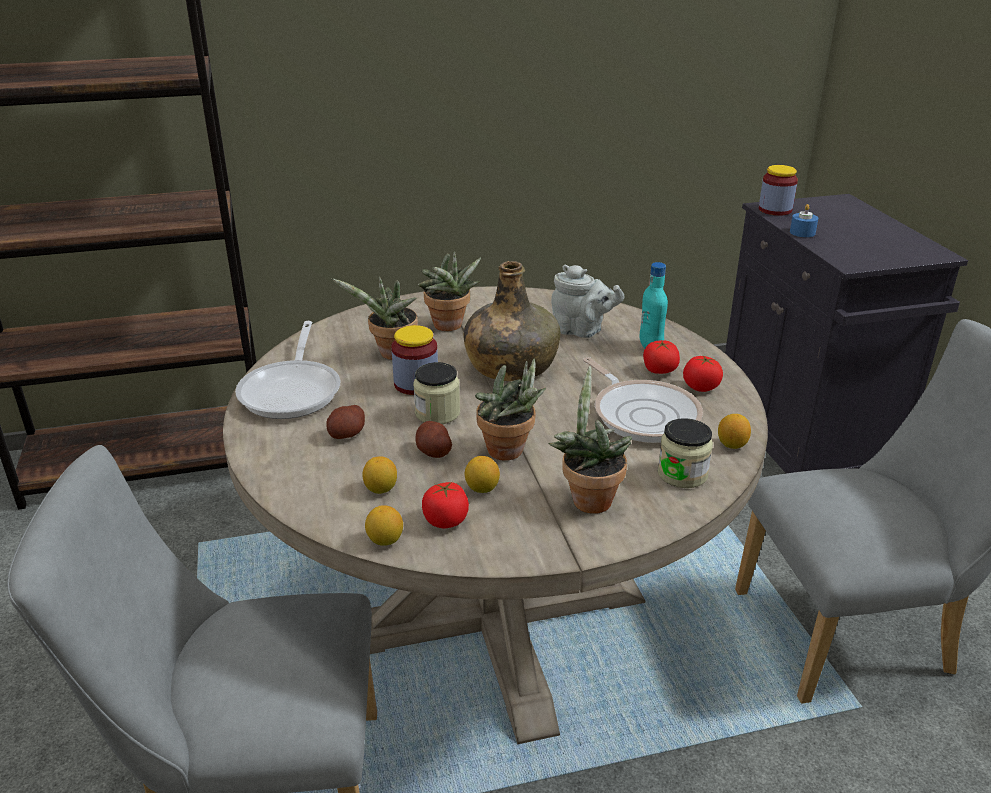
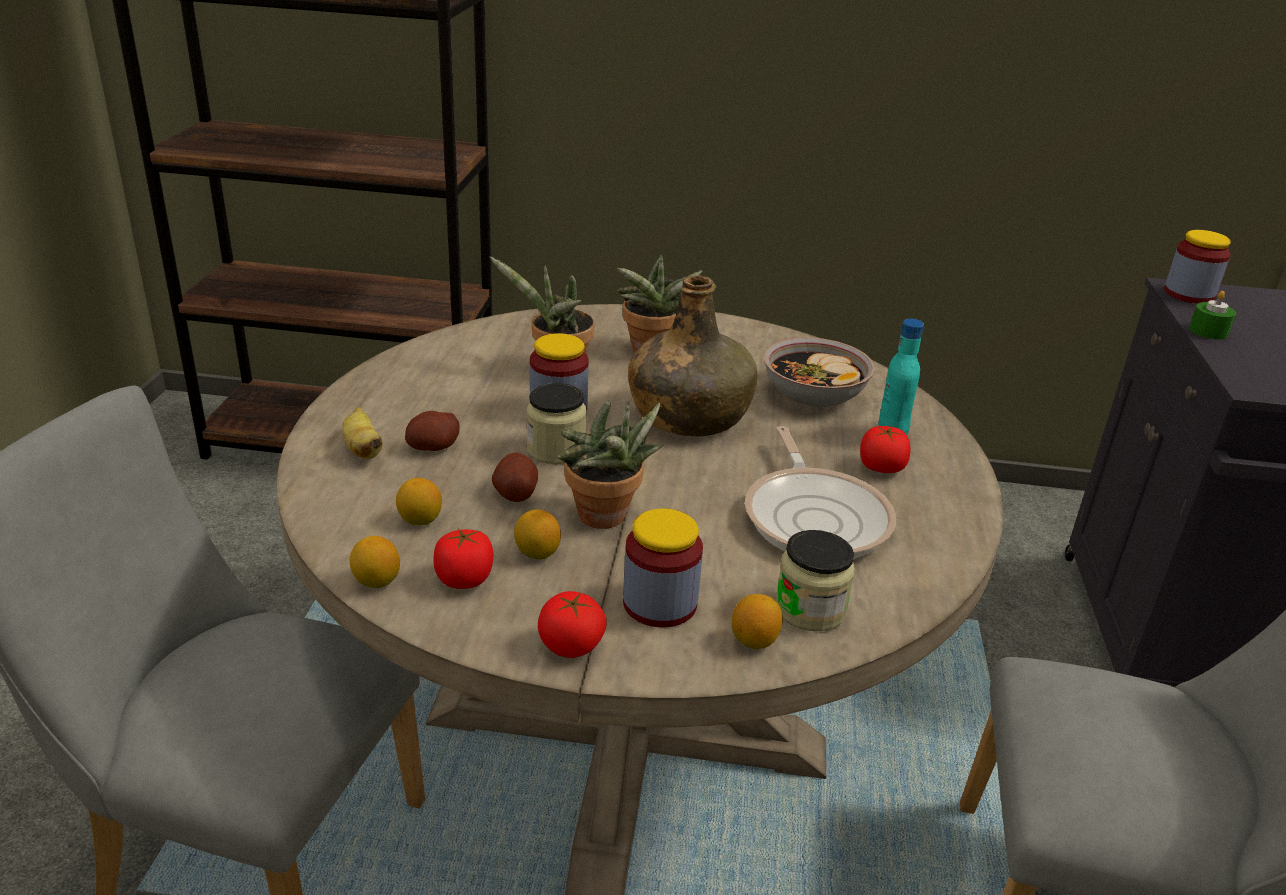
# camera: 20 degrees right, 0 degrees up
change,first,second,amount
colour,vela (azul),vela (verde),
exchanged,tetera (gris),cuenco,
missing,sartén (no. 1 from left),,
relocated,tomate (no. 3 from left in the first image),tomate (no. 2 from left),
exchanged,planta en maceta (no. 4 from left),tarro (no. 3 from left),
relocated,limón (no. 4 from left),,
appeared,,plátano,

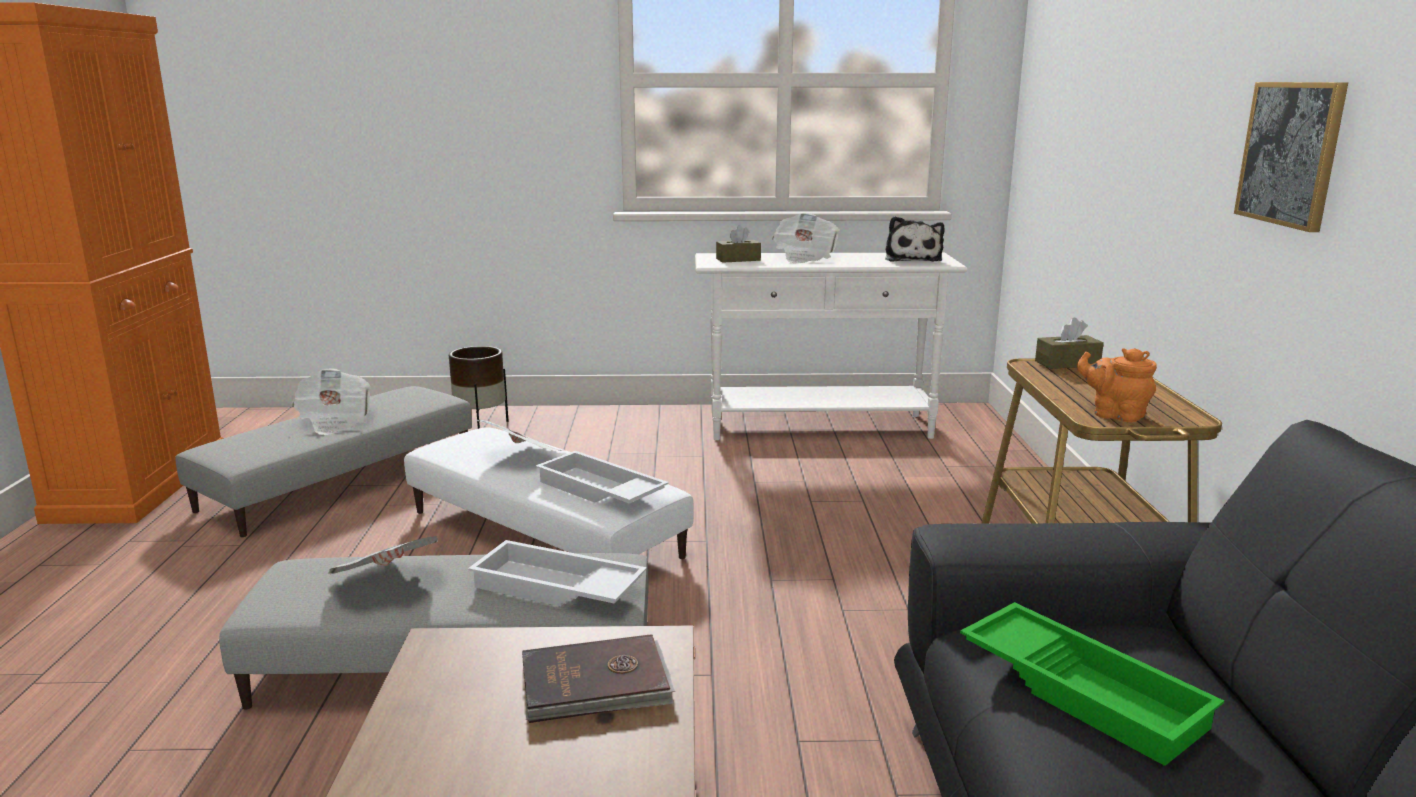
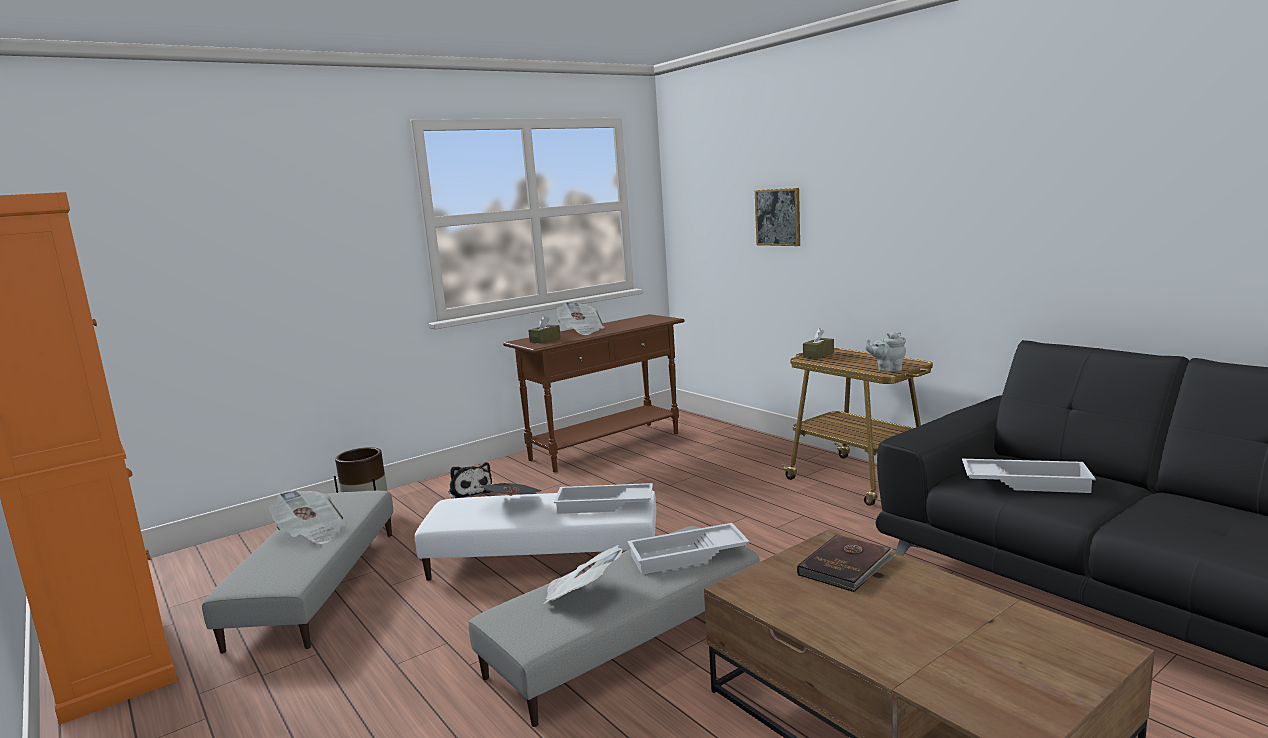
# camera: 35 degrees left, 5 degrees down
change,first,second,amount
relocated,cuadro,,
relocated,peluche,,
colour,mesa consola (blanco),mesa consola (marrón),
colour,tetera (naranja),tetera (gris),
colour,bandeja (verde),bandeja (blanco) (no. 3 from left),

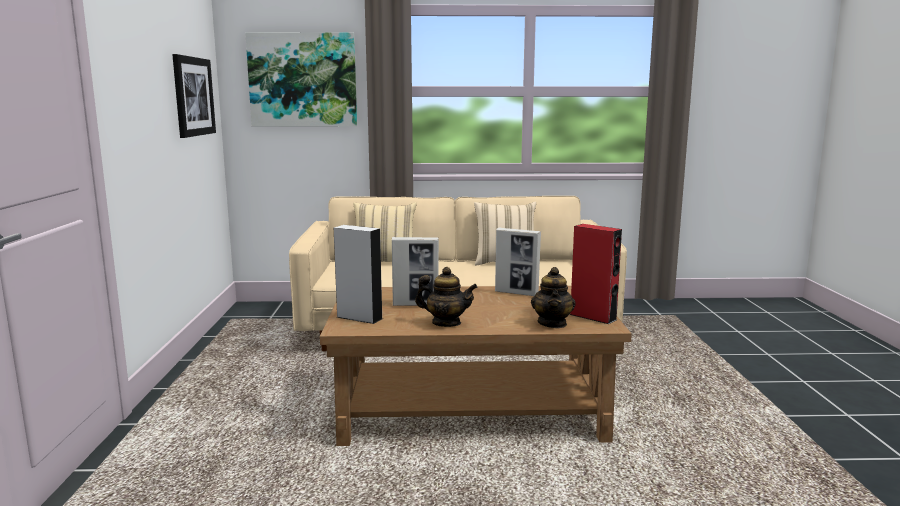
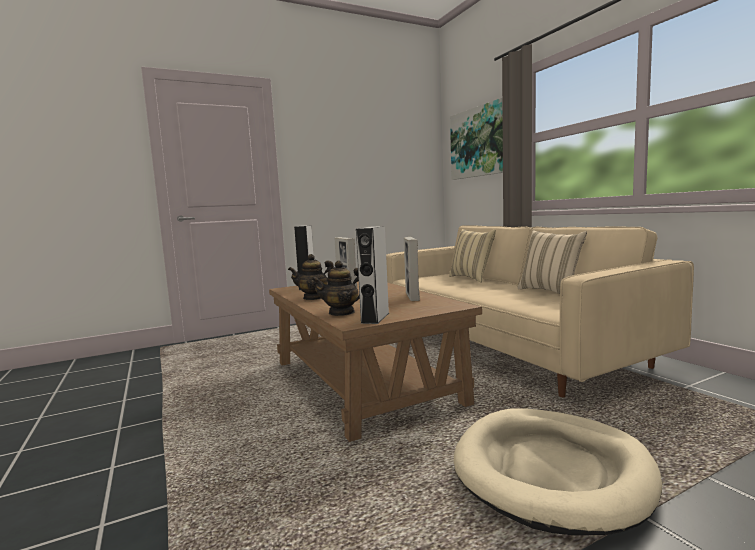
# camera: 65 degrees right, 5 degrees down
change,first,second,amount
missing,cuadro (no. 1 from left),,
colour,altavoz (rojo),altavoz (gris) (no. 2 from left),
spun,tetera (no. 1 from left),,90 degrees clockwise
appeared,,cama para perro (beis),

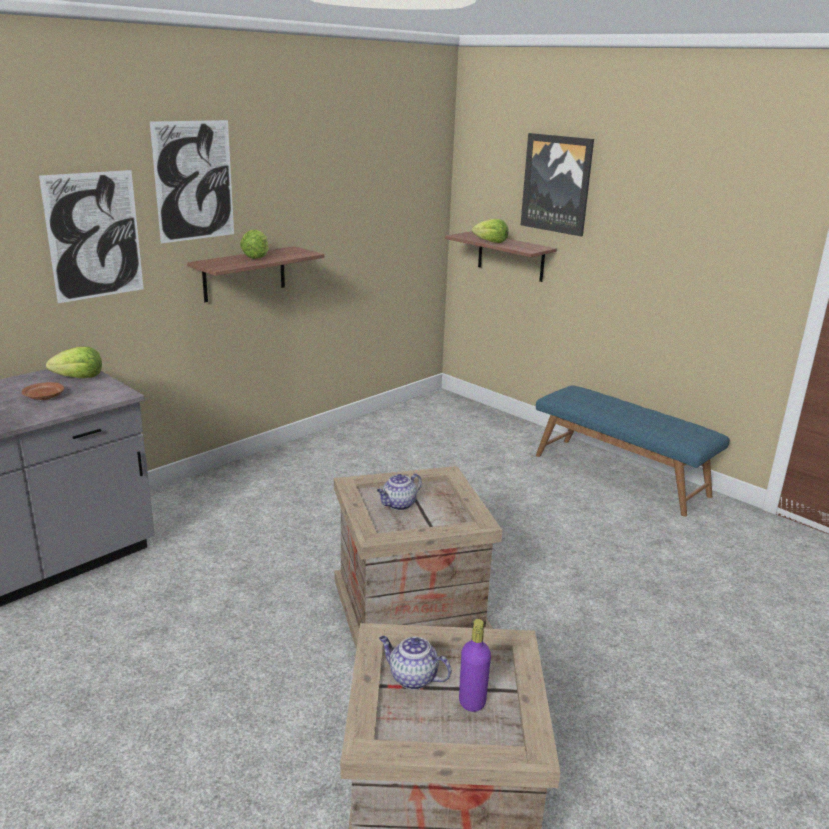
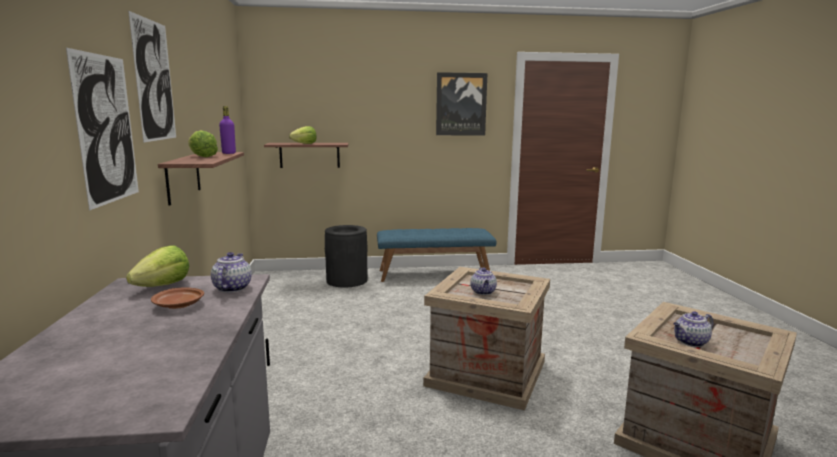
# camera: 50 degrees left, 10 degrees down
change,first,second,amount
relocated,cuadro (no. 3 from left),,
relocated,botella (morado),,
appeared,,papelera (negro),
appeared,,tetera (no. 1 from left),

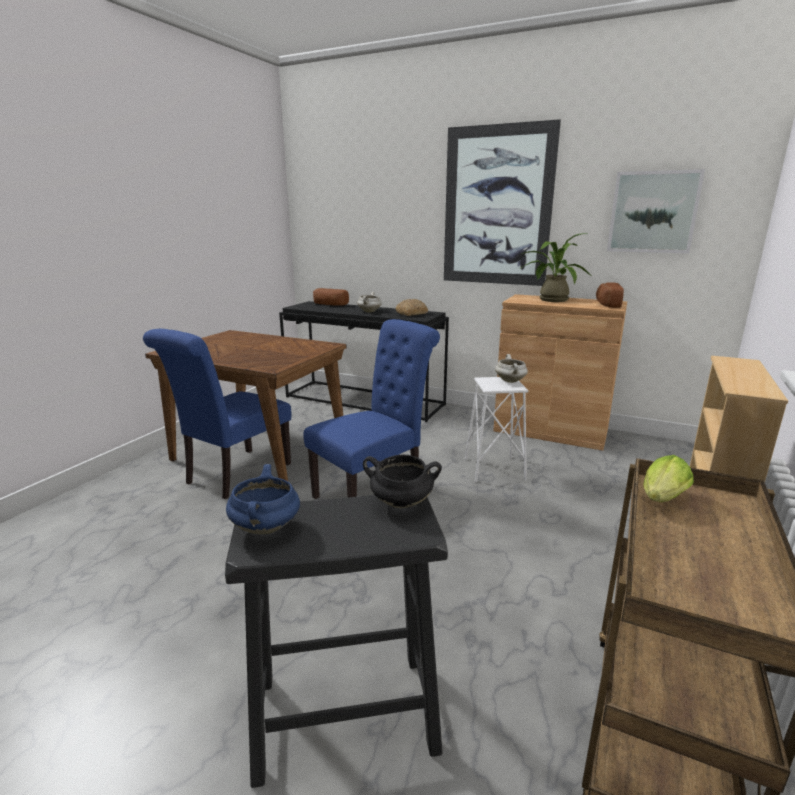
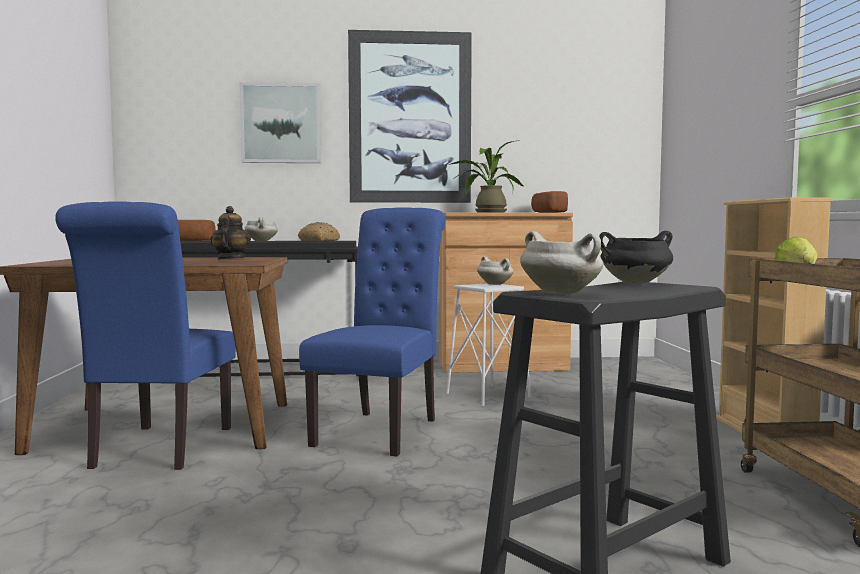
# camera: 30 degrees left, 15 degrees down
change,first,second,amount
relocated,cuadro (no. 2 from left in the first image),cuadro (no. 1 from left),
colour,olla (azul),olla (blanco) (no. 3 from left),
appeared,,tetera,

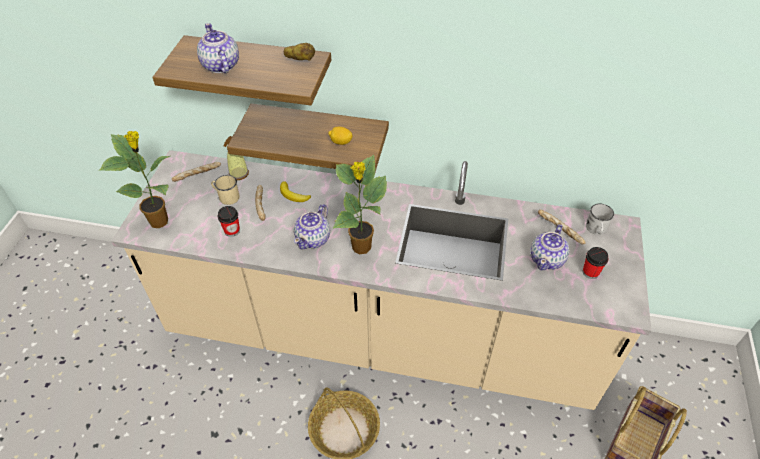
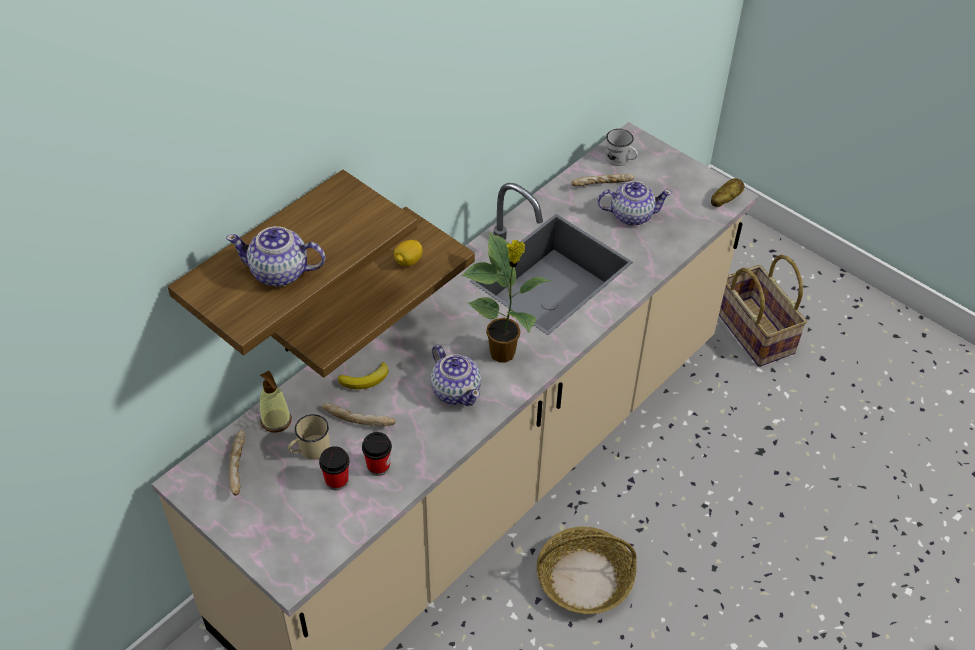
# camera: 60 degrees left, 0 degrees up
change,first,second,amount
relocated,patata,,
missing,planta en maceta (no. 1 from left),,
spun,tetera (no. 3 from left),,60 degrees counterclockwise
relocated,taza (no. 2 from left in the first image),taza (no. 1 from left),

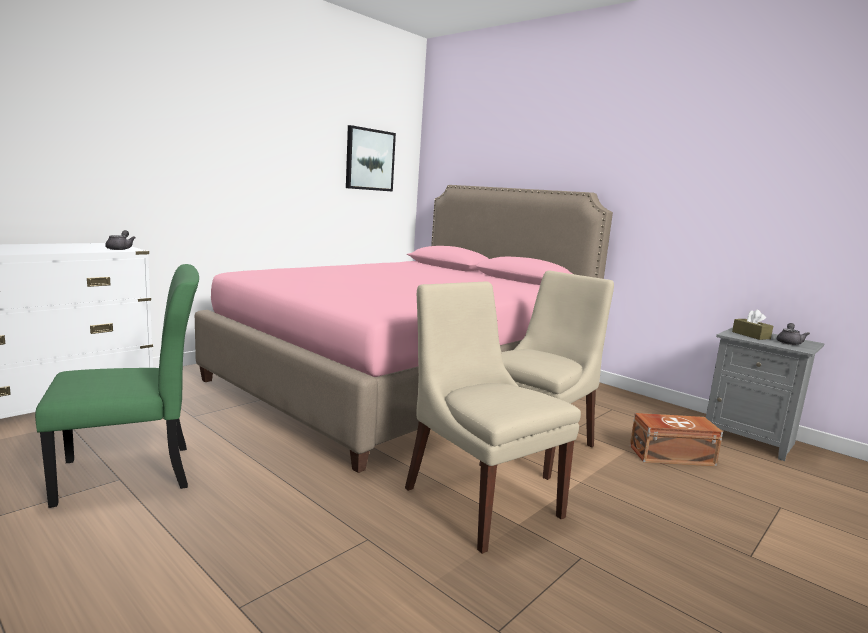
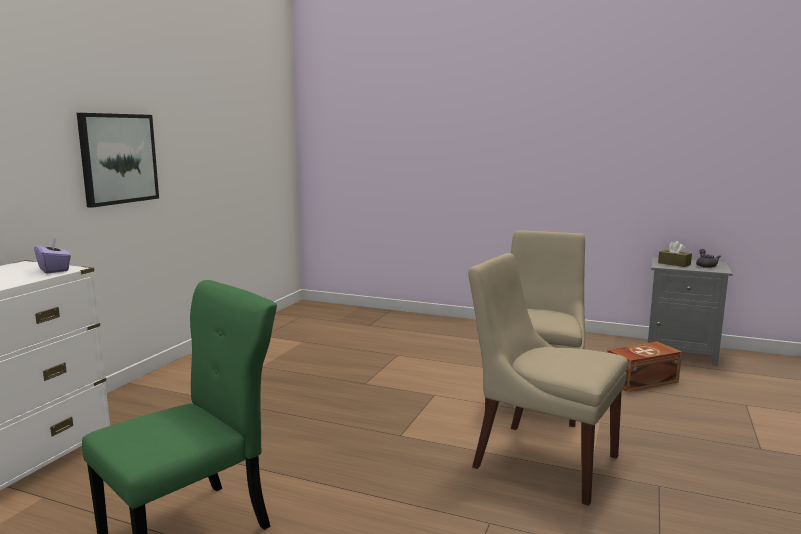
# camera: 20 degrees left, 0 degrees up
change,first,second,amount
relocated,cuadro,,
missing,cama (rosa),,
exchanged,tetera (gris) (no. 1 from left),caja de pañuelos (morado),

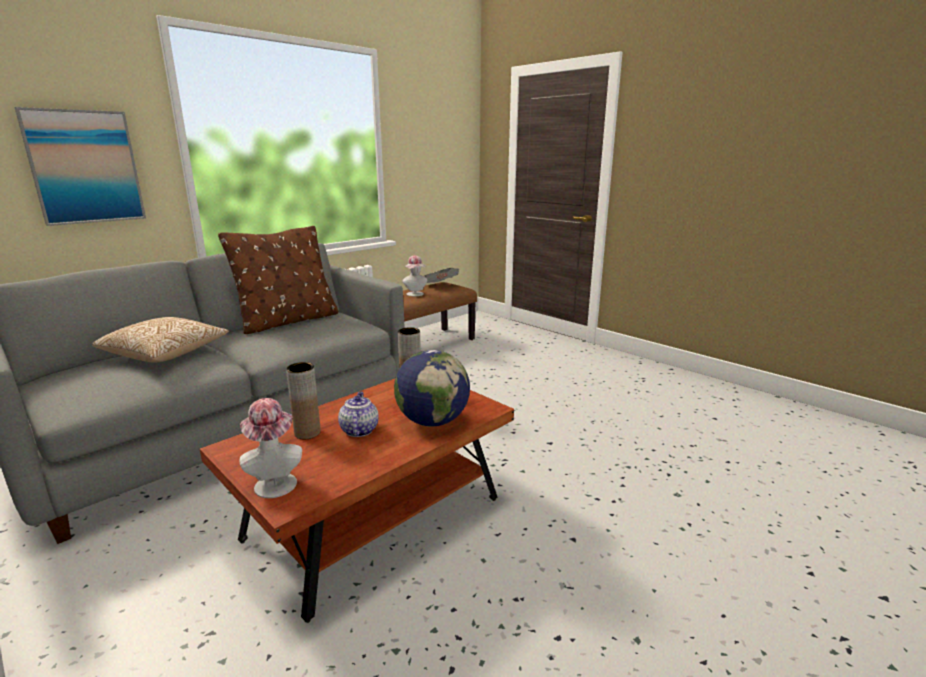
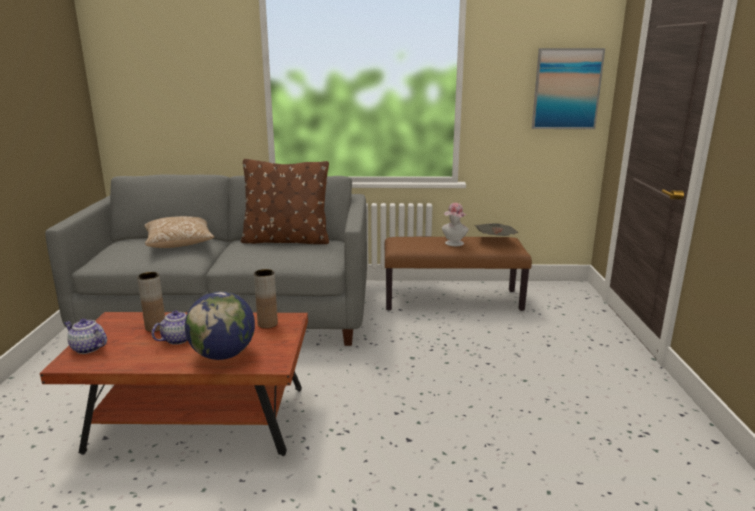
# camera: 45 degrees right, 0 degrees up
change,first,second,amount
relocated,cuadro,,
exchanged,sombrero (no. 1 from left),tetera (no. 1 from left),

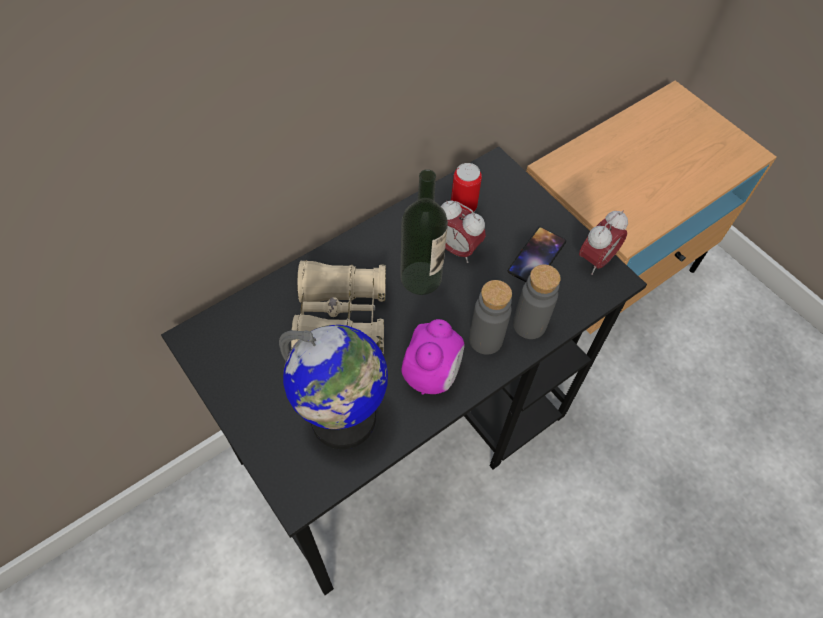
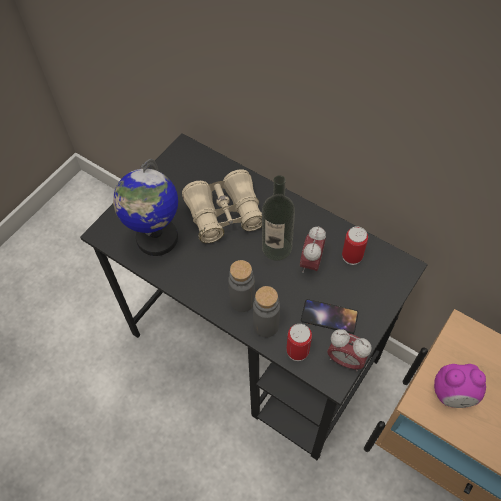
# camera: 75 degrees right, 0 degrees up
change,first,second,amount
relocated,despertador (no. 1 from left in the first image),despertador (no. 3 from left),
appeared,,lata (no. 1 from left),

